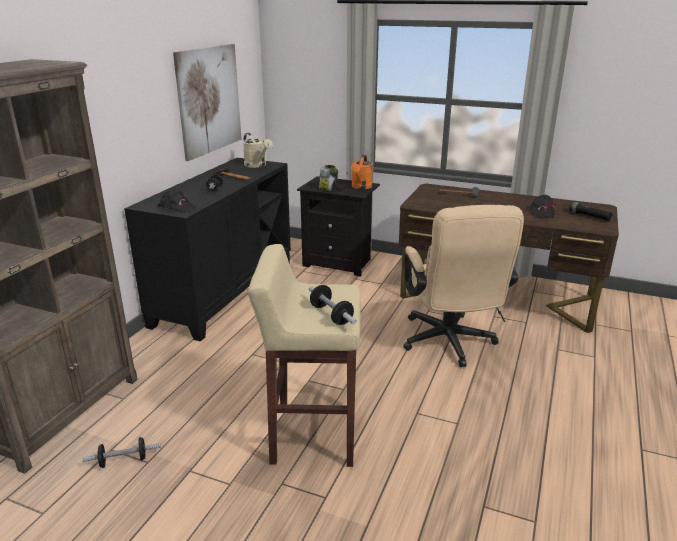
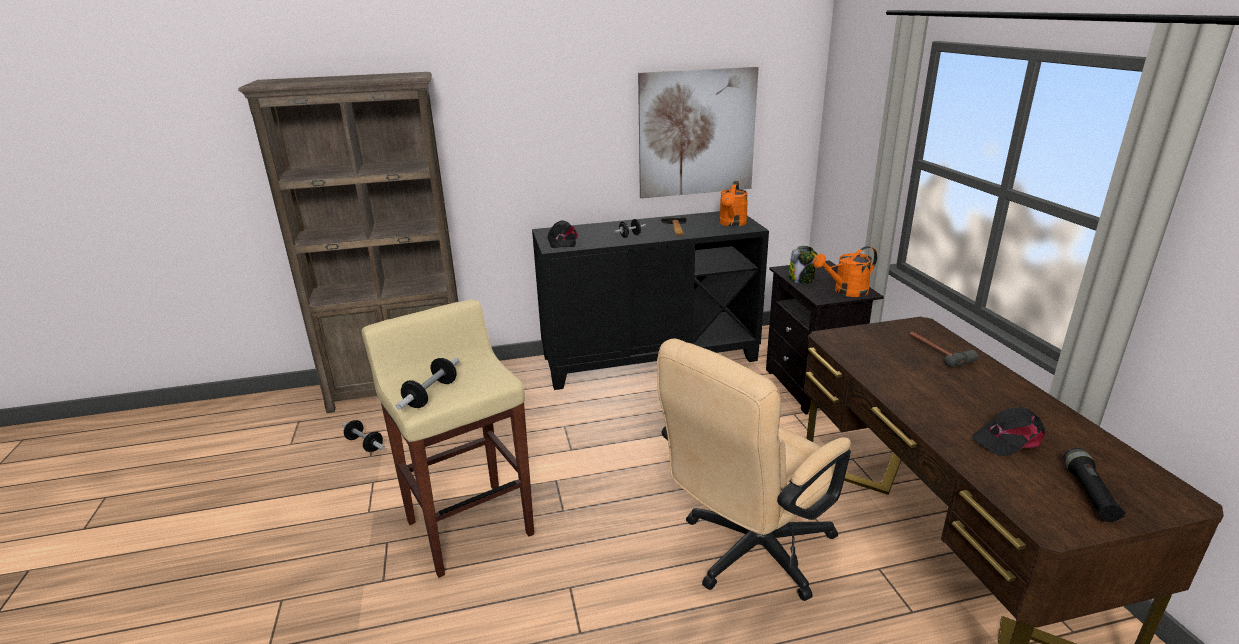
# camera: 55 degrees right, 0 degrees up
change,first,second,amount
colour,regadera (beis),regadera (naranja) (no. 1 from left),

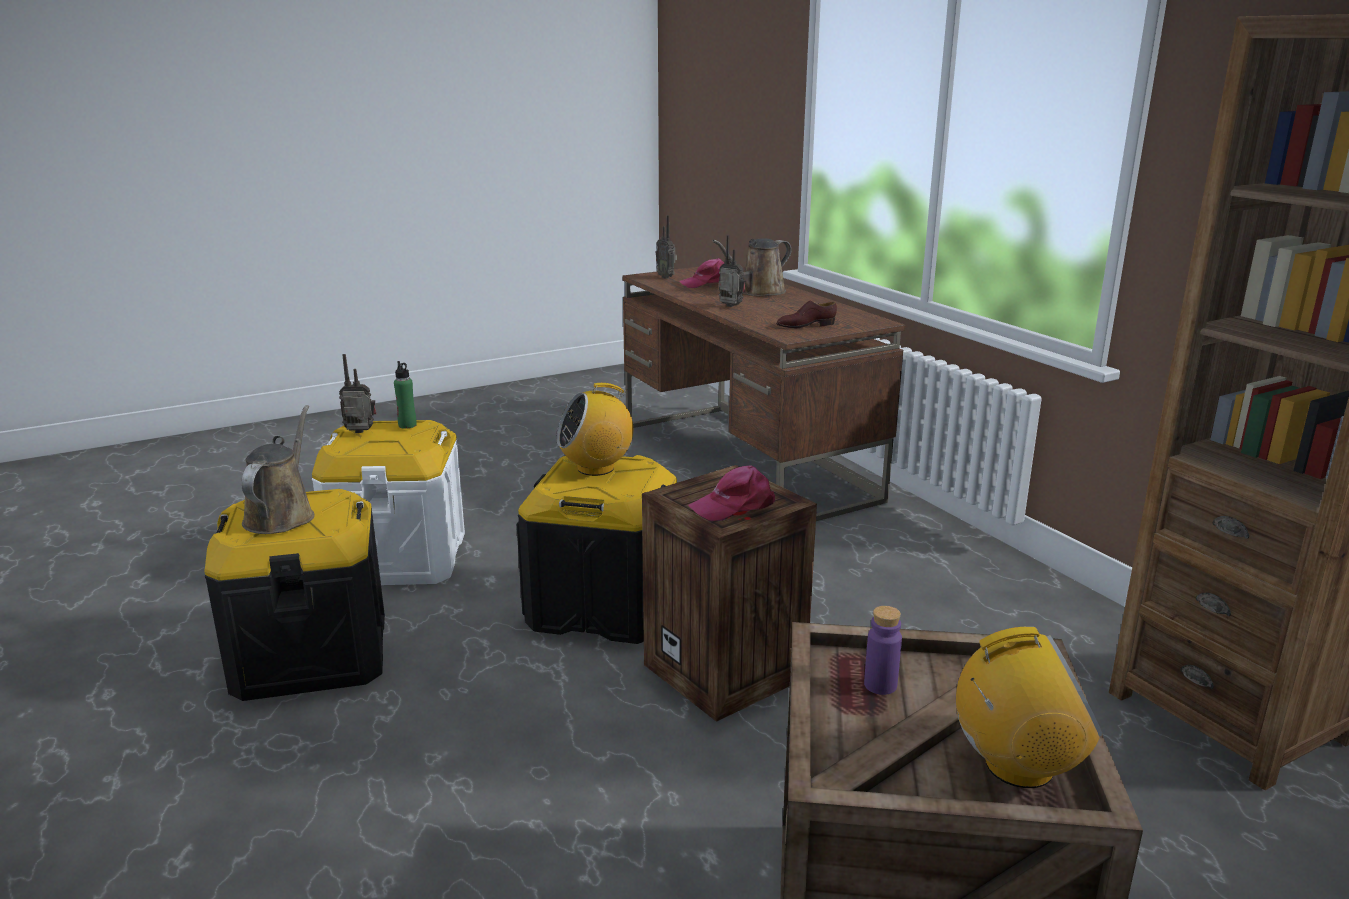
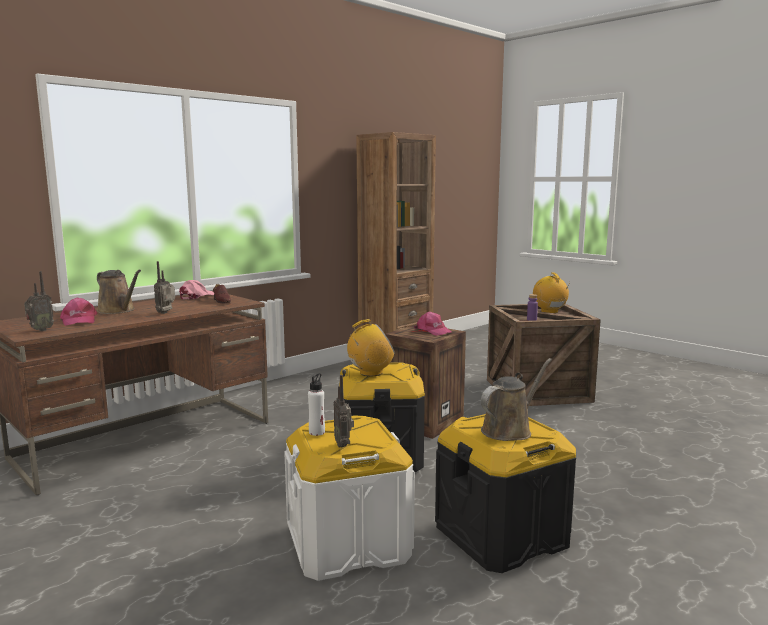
# camera: 105 degrees left, 10 degrees down
change,first,second,amount
colour,botella (verde),botella (blanco),
spun,radio (no. 2 from left in the first image),radio (no. 4 from left),75 degrees counterclockwise
spun,regadera (marrón) (no. 1 from left in the first image),regadera (marrón) (no. 2 from left),150 degrees clockwise
appeared,,gorra (rosa) (no. 2 from left),

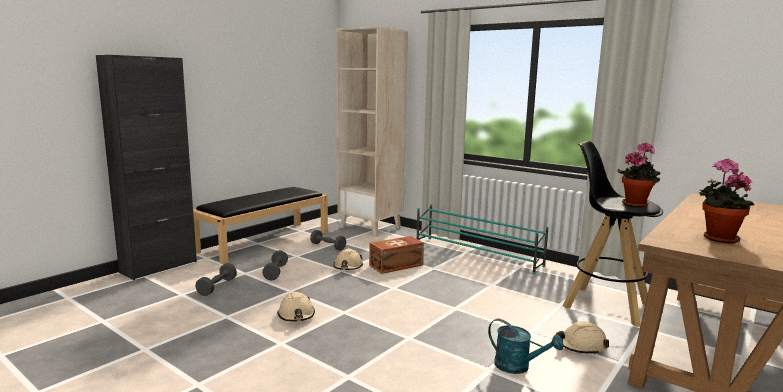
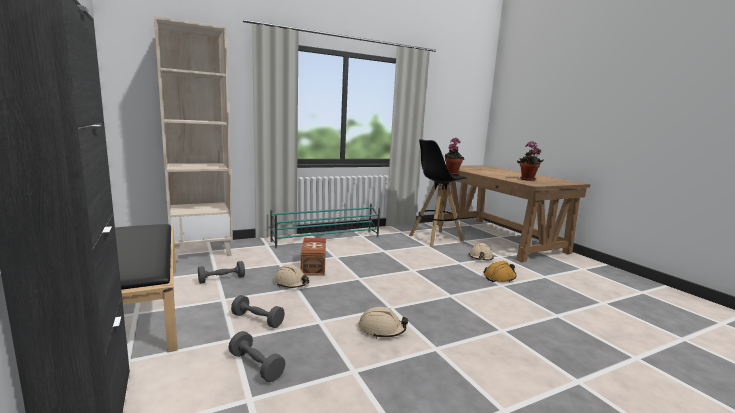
# camera: 65 degrees left, 0 degrees up
change,first,second,amount
exchanged,regadera (turquesa),casco (naranja),

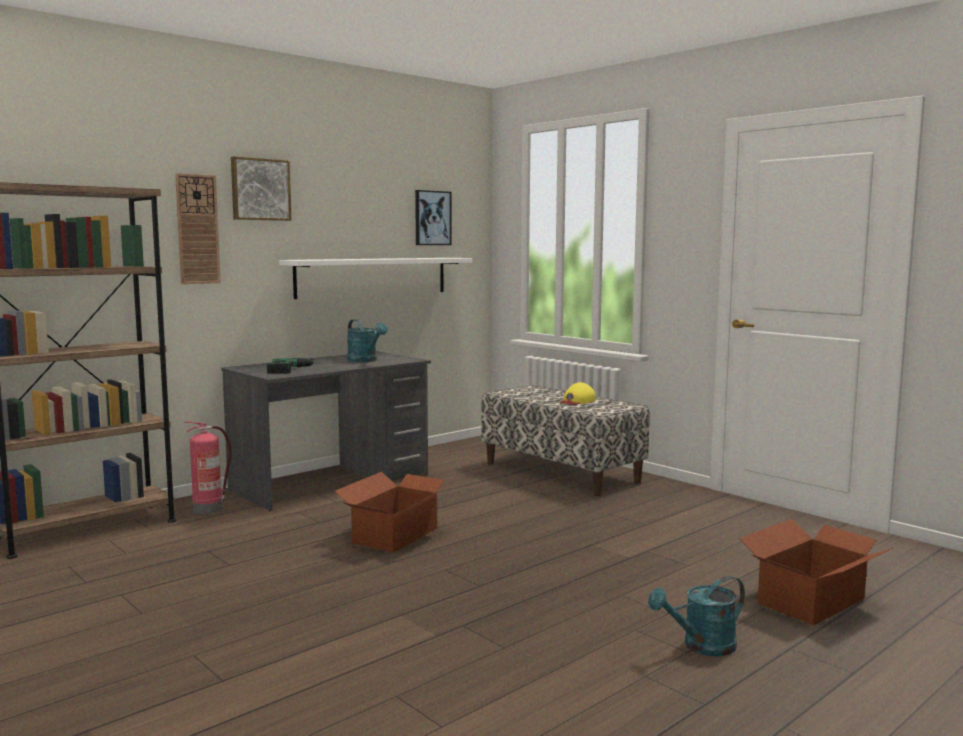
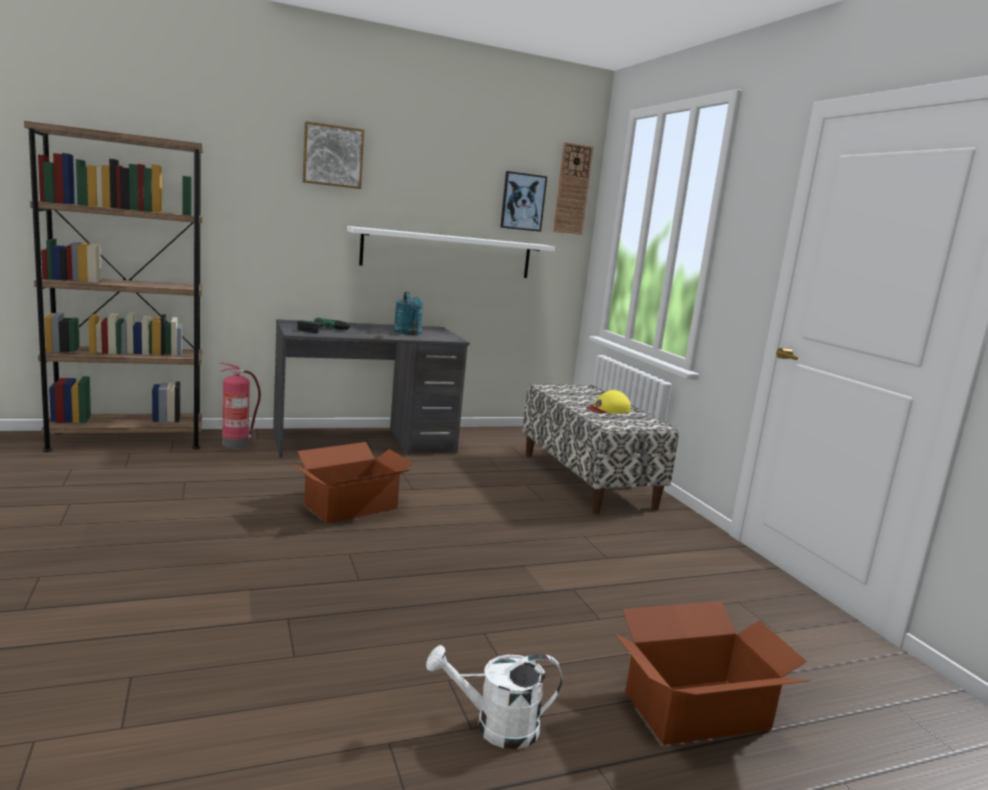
# camera: 20 degrees right, 5 degrees up
change,first,second,amount
relocated,reloj de pared,,
colour,regadera (turquesa) (no. 2 from left),regadera (blanco),

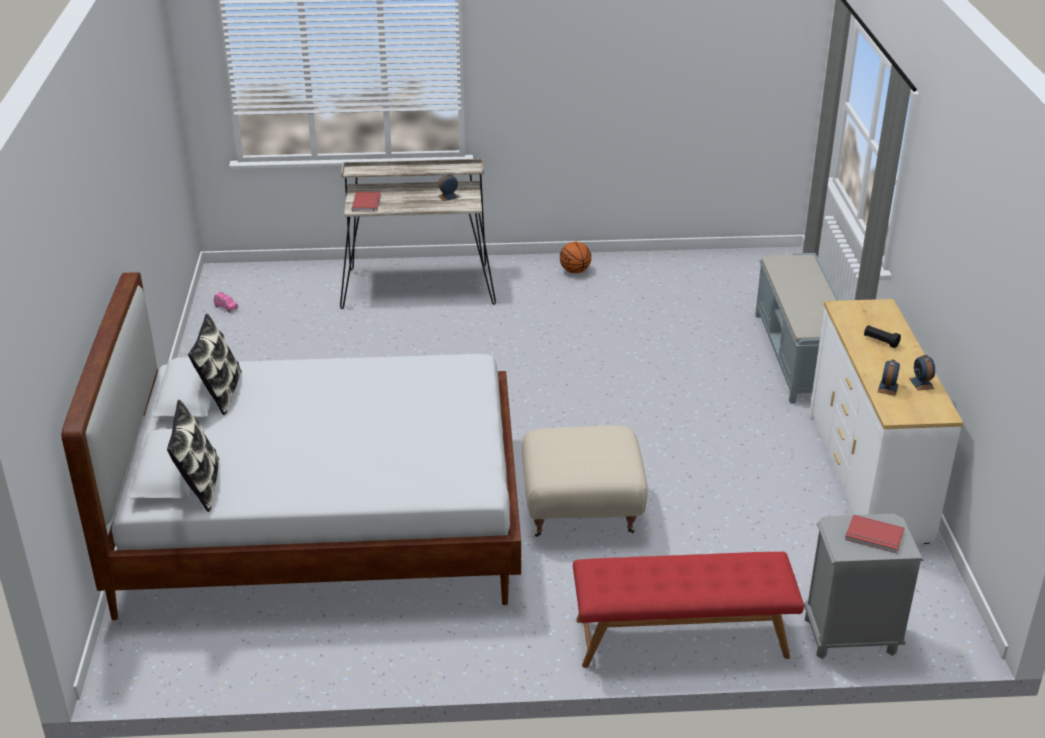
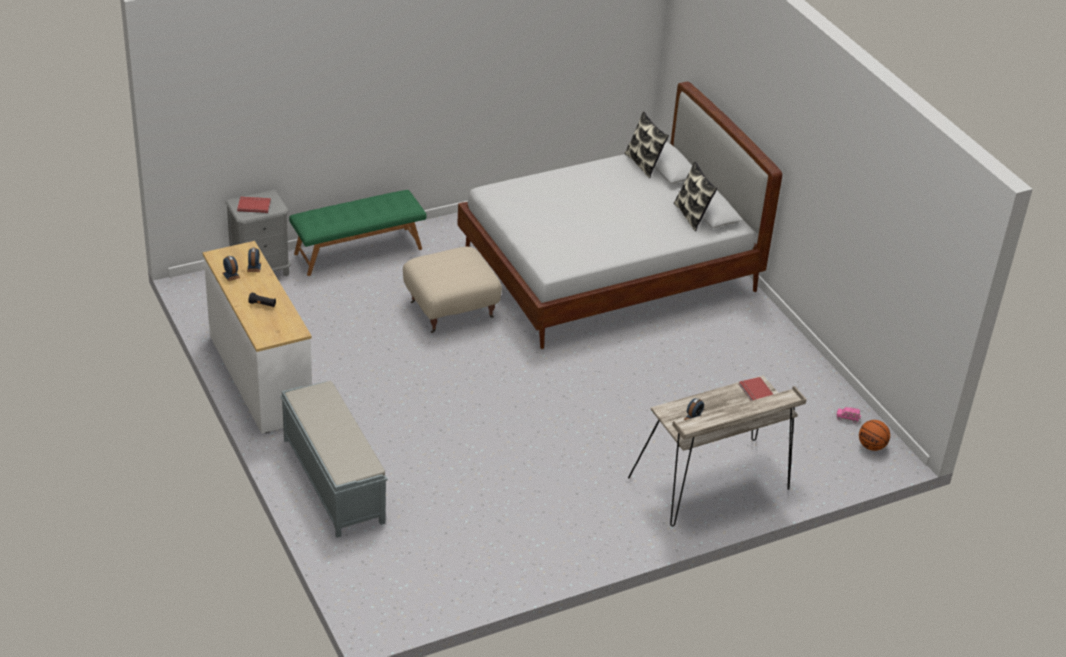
# camera: 155 degrees right, 5 degrees up
change,first,second,amount
relocated,balón de baloncesto,,
colour,banco (rojo),banco (verde),

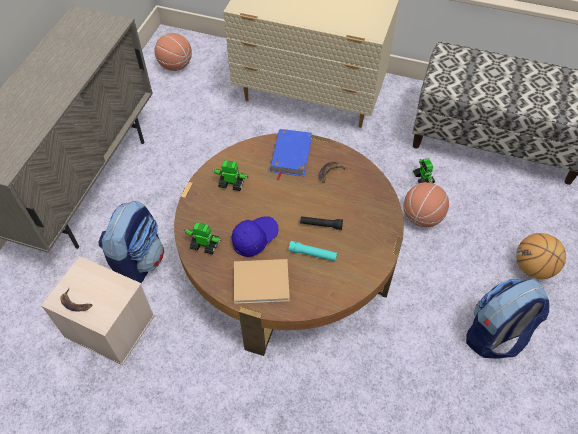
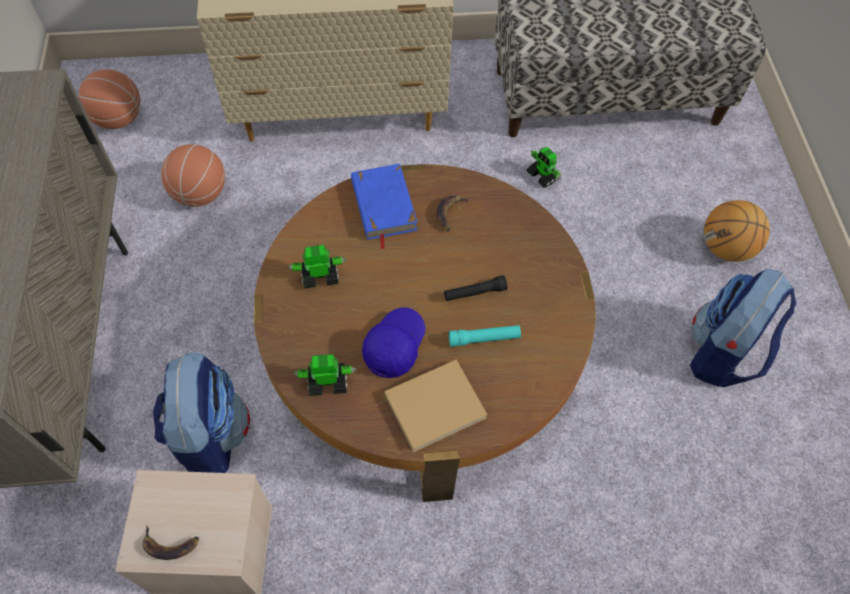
# camera: 25 degrees left, 5 degrees up
change,first,second,amount
relocated,balón de baloncesto (no. 2 from left),,

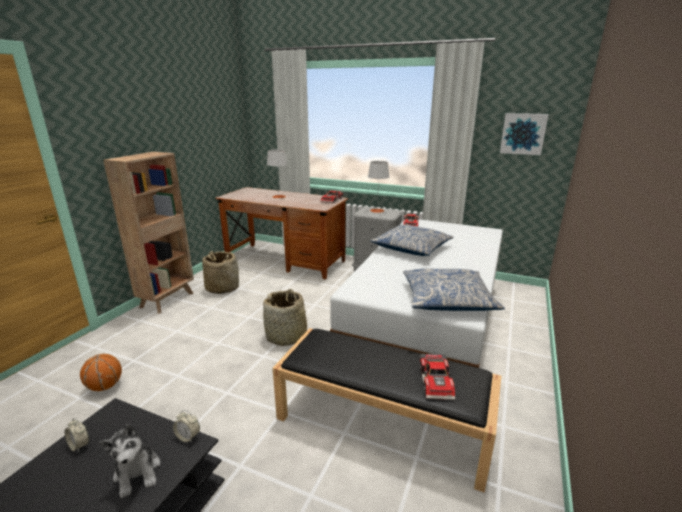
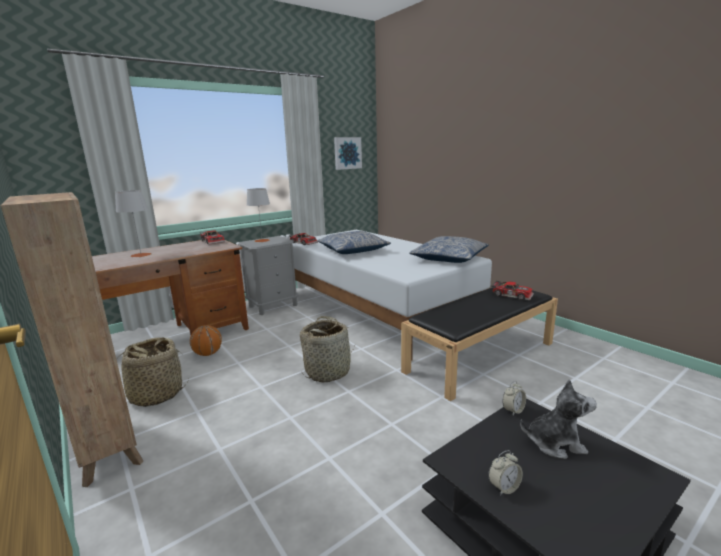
# camera: 60 degrees left, 5 degrees down
change,first,second,amount
relocated,balón de baloncesto,,

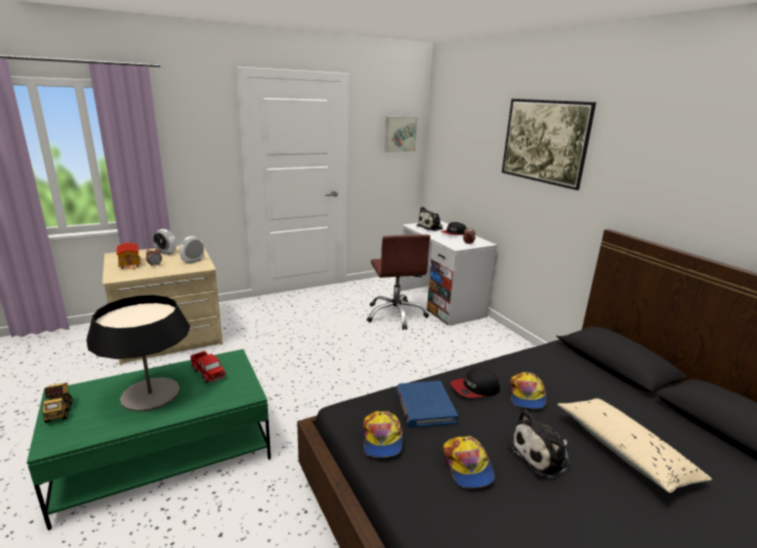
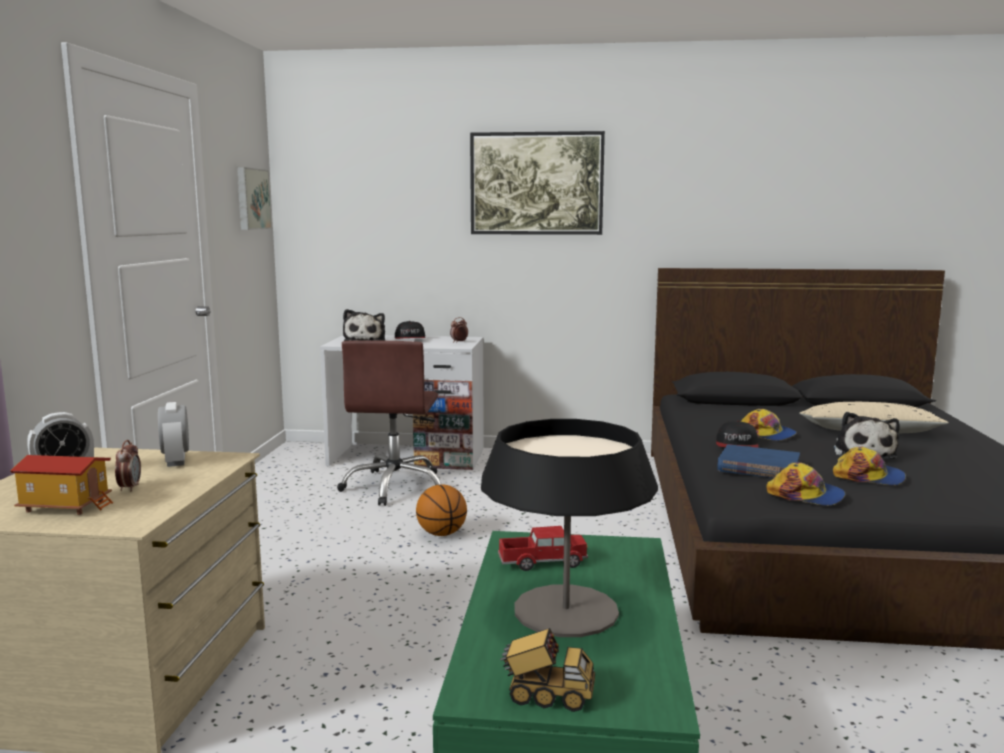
# camera: 55 degrees left, 10 degrees down
change,first,second,amount
spun,silla de oficina (marrón),,75 degrees clockwise
appeared,,balón de baloncesto,

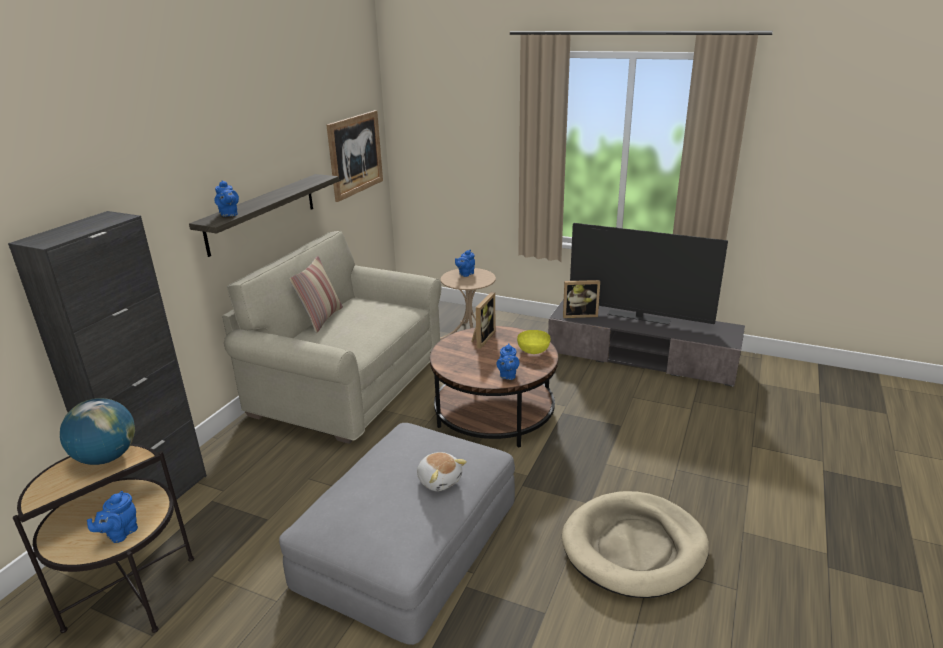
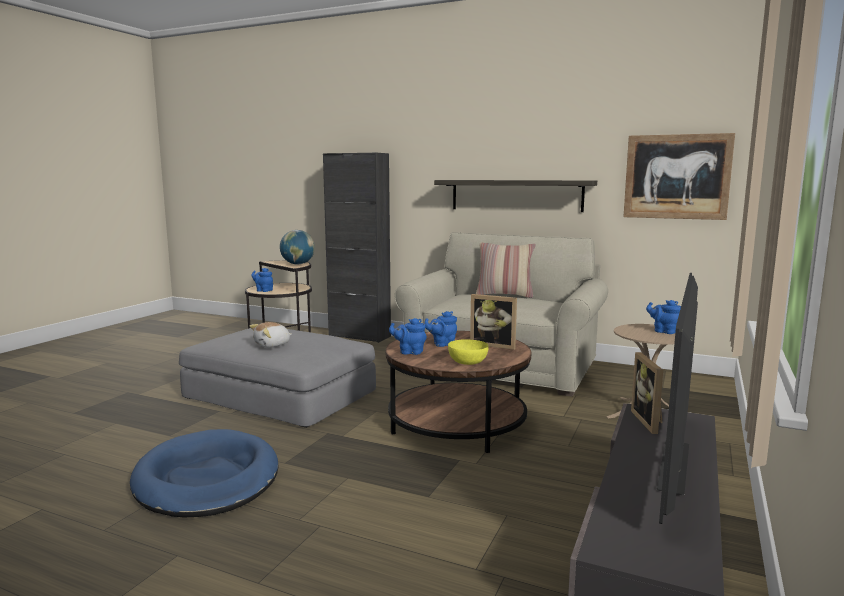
# camera: 90 degrees right, 15 degrees down
change,first,second,amount
relocated,tetera (azul) (no. 2 from left in the first image),tetera (azul) (no. 3 from left),
colour,cama para perro (beis),cama para perro (azul),

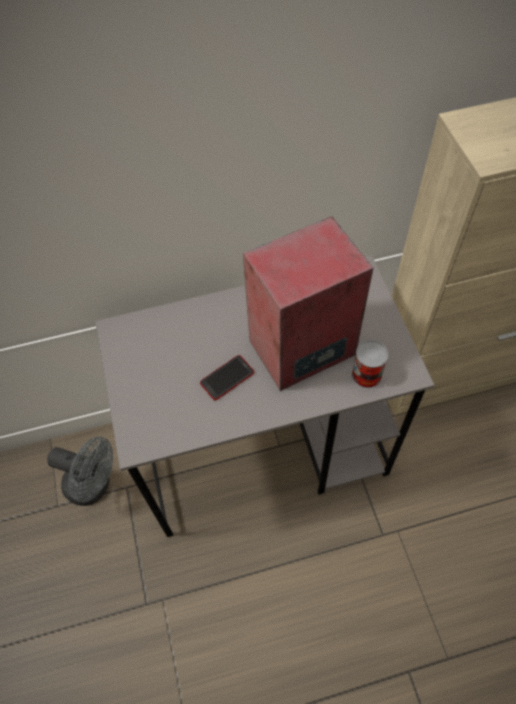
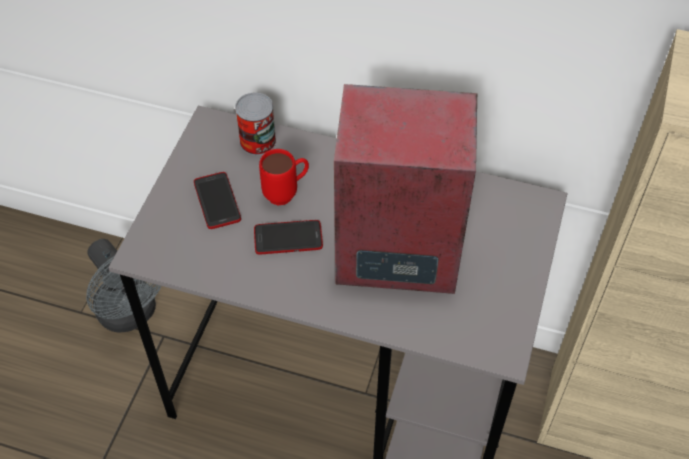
# camera: 30 degrees right, 5 degrees down
change,first,second,amount
relocated,lata,,
appeared,,taza grande (rojo),
appeared,,móvil (no. 1 from left),

